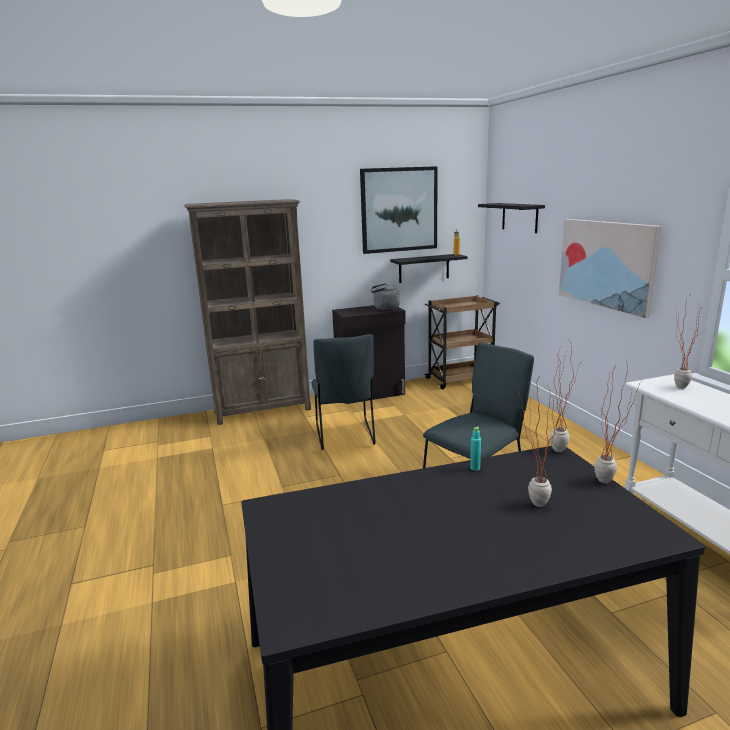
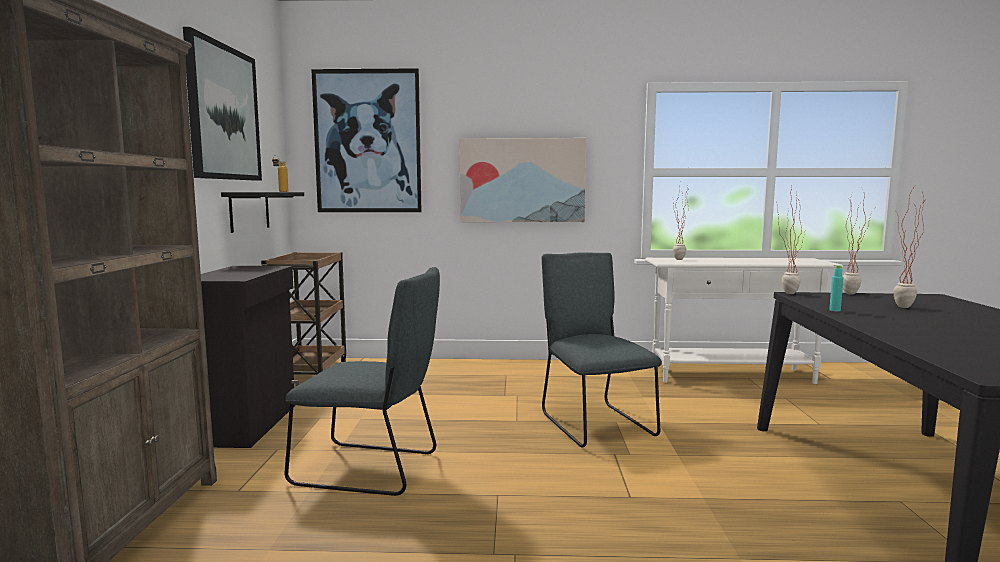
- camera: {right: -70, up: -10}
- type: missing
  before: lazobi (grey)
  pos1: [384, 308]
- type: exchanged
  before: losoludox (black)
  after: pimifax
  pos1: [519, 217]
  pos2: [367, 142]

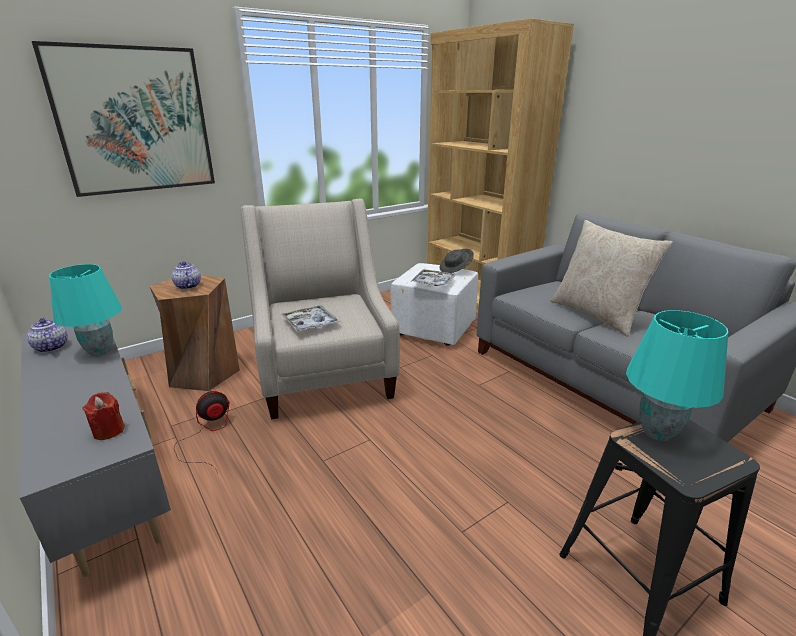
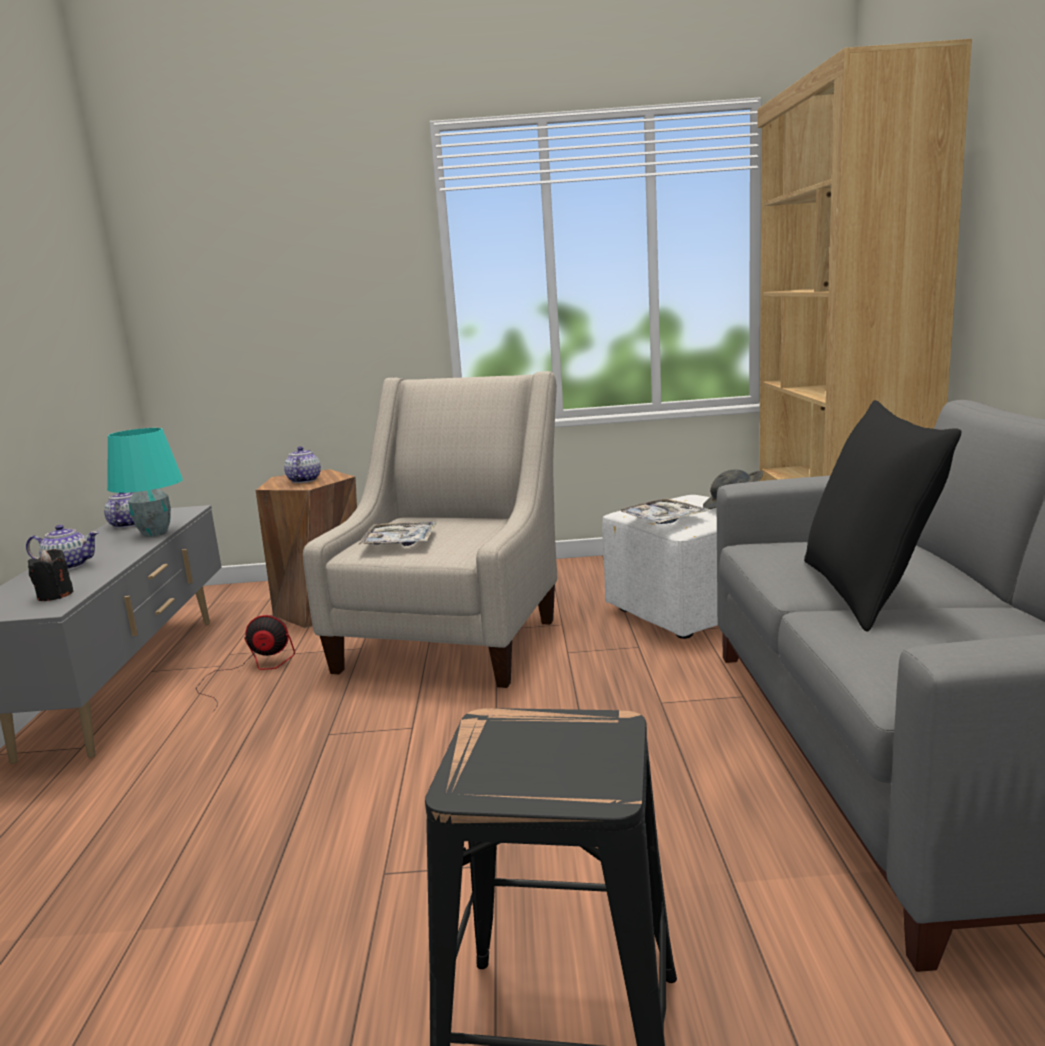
- camera: {right: 35, up: -10}
- type: missing
  before: pimifax
  pos1: [134, 121]
- type: missing
  before: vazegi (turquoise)
  pos1: [658, 433]
- type: appeared
  after: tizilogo
  pos2: [68, 566]
- type: colour
  before: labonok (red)
  after: labonok (black)
  pos1: [109, 431]
  pos2: [55, 595]
- type: colour
  before: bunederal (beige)
  after: bunederal (black)
  pos1: [597, 314]
  pos2: [867, 592]

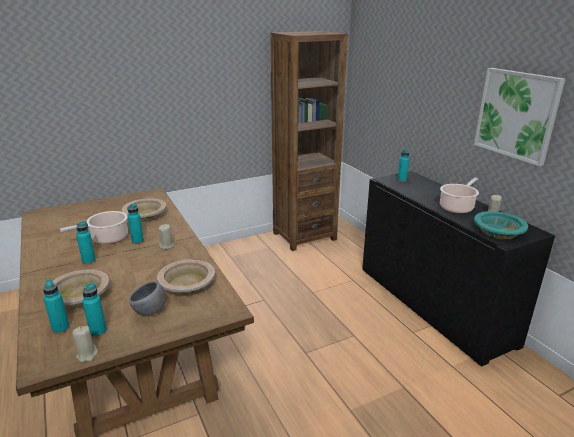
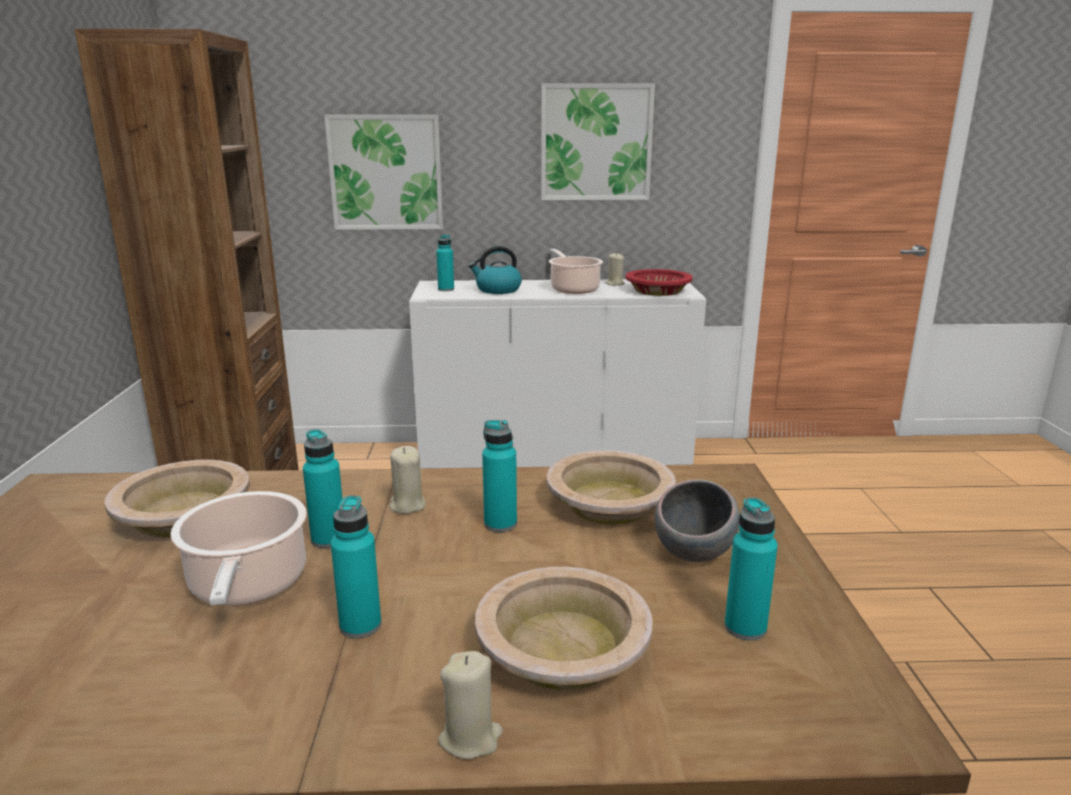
- camera: {right: -65, up: -5}
- type: appeared
  after: pimifax
  pos2: [386, 173]
- type: appeared
  after: lazobi
  pos2: [497, 290]
- type: relocated
  before: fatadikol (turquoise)
  pos1: [61, 328]
  pos2: [500, 524]
- type: relocated
  before: labonok (beige)
  pos1: [87, 355]
  pos2: [470, 738]
- type: colour
  before: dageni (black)
  after: dageni (white)
  pos1: [432, 305]
  pos2: [554, 459]
- type: colour
  before: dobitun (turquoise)
  after: dobitun (red)
  pos1: [498, 231]
  pos2: [658, 290]

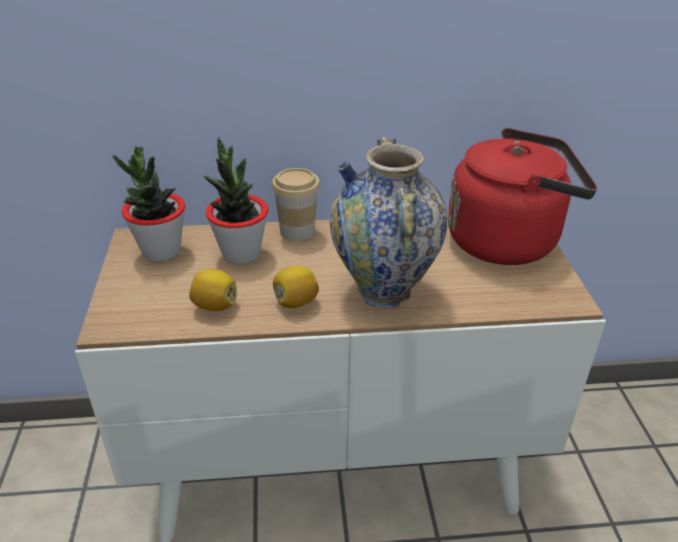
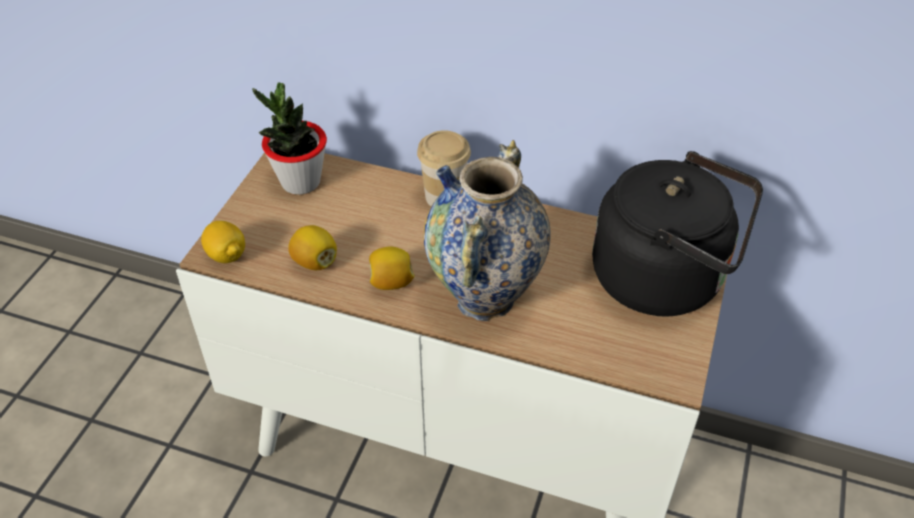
- camera: {right: 25, up: 10}
- type: missing
  before: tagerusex
  pos1: [241, 253]
- type: appeared
  after: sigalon
  pos2: [226, 255]
- type: colour
  before: lazobi (red)
  after: lazobi (black)
  pos1: [508, 241]
  pos2: [665, 279]

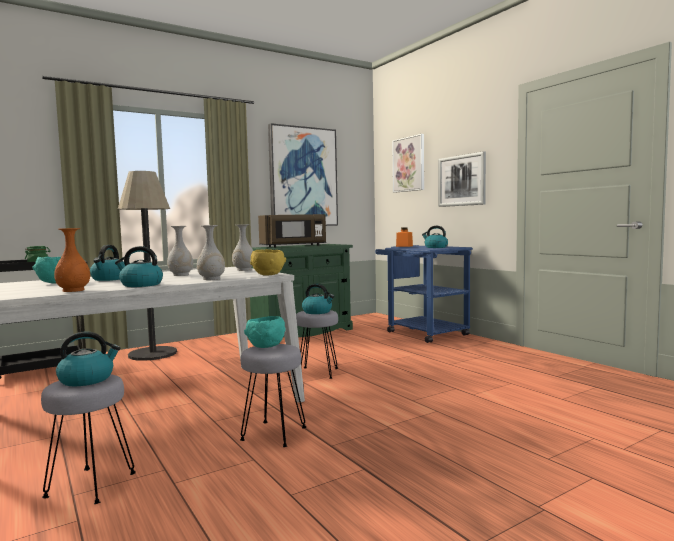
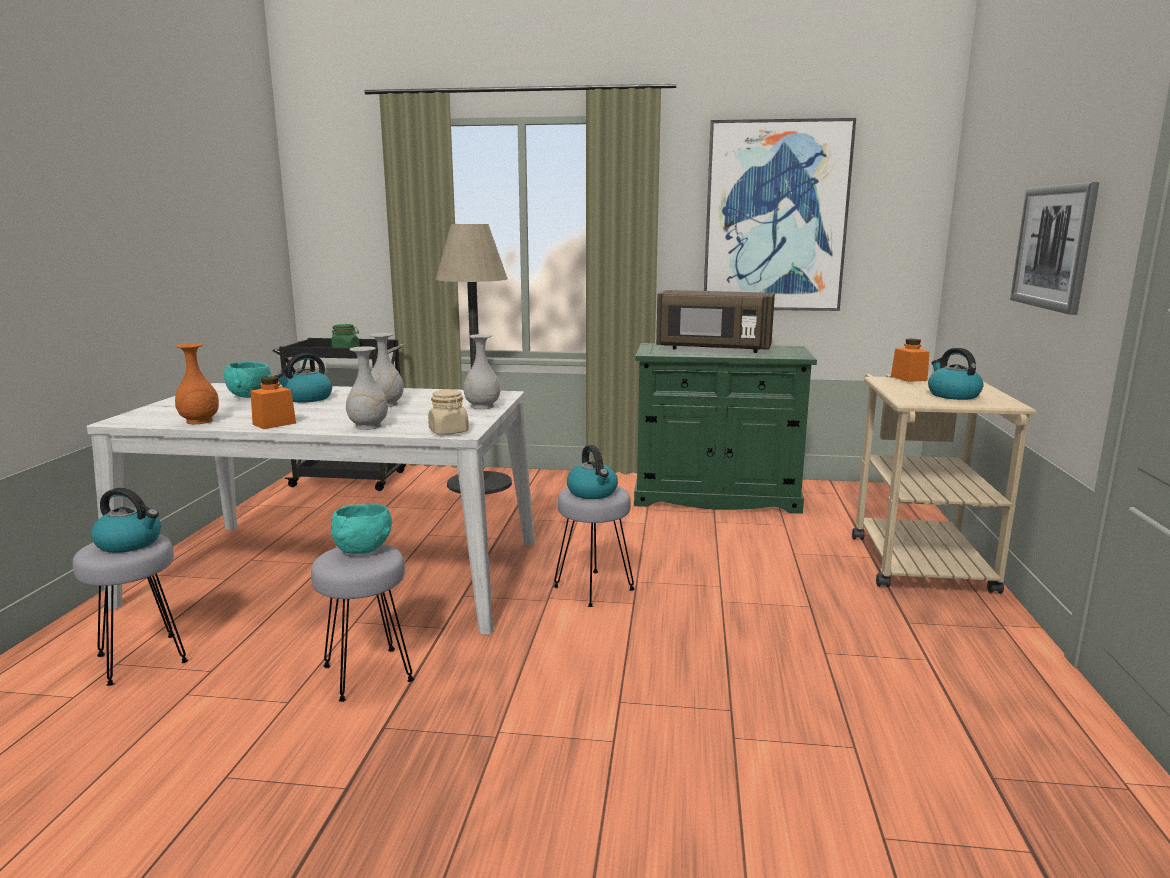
- camera: {right: 40, up: 10}
- type: missing
  before: pimifax
  pos1: [409, 164]
- type: exchanged
  before: lazobi
  after: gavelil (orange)
  pos1: [140, 285]
  pos2: [274, 424]
- type: exchanged
  before: dobitun (yellow)
  after: gavelil (beige)
  pos1: [267, 275]
  pos2: [449, 431]
- type: colour
  before: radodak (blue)
  after: radodak (beige)
  pos1: [422, 332]
  pos2: [916, 557]

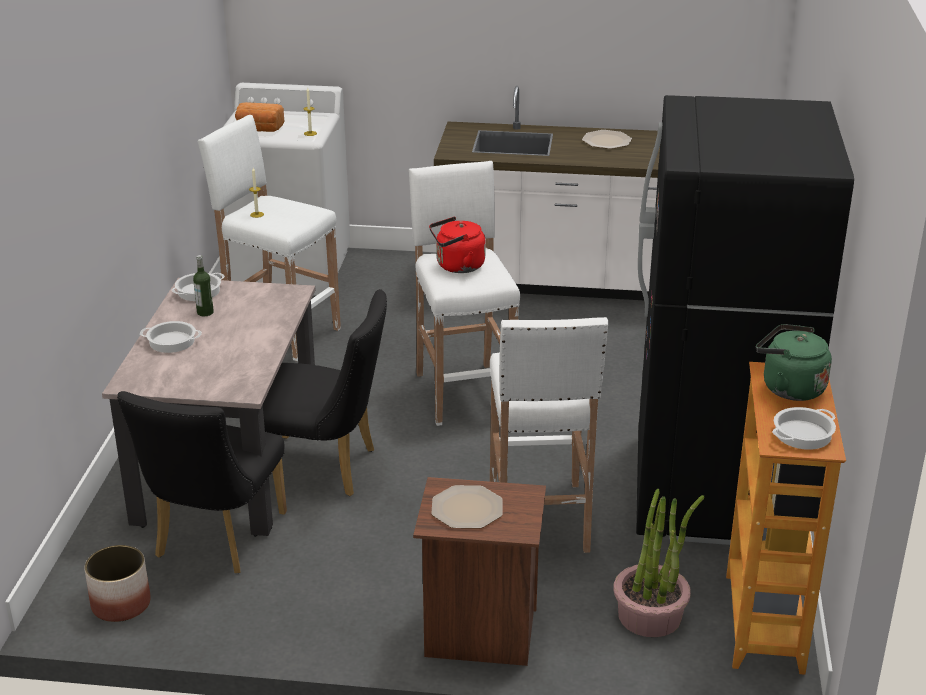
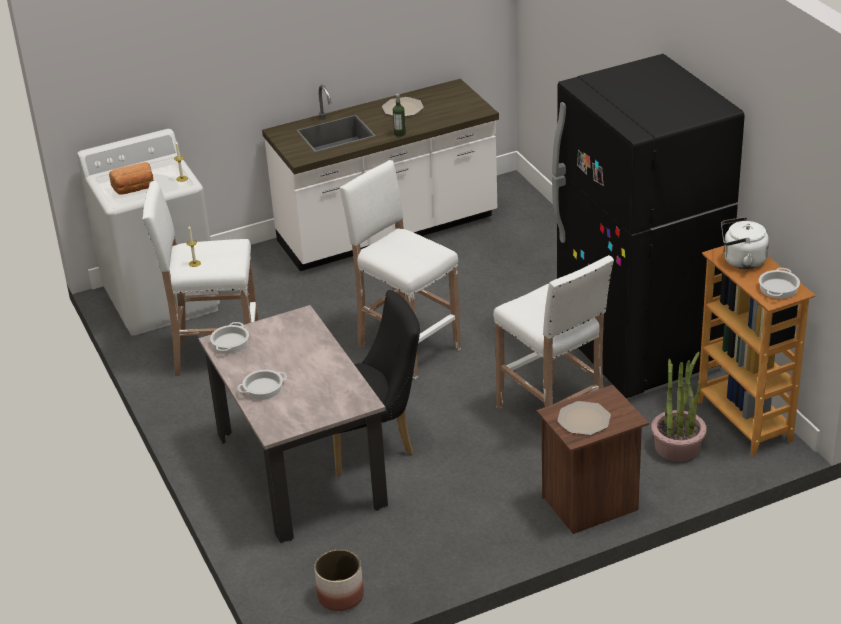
- camera: {right: -30, up: 5}
- type: missing
  before: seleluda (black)
  pos1: [215, 540]
- type: missing
  before: lazobi (red)
  pos1: [457, 266]
- type: relocated
  before: fatadikol
  pos1: [205, 312]
  pos2: [400, 134]
- type: colour
  before: lazobi (green)
  after: lazobi (white)
  pos1: [789, 388]
  pos2: [741, 261]

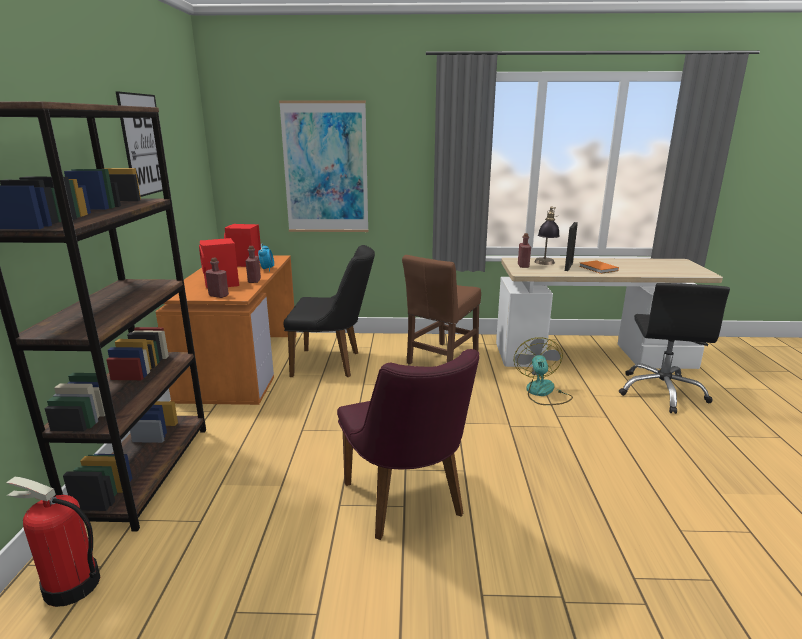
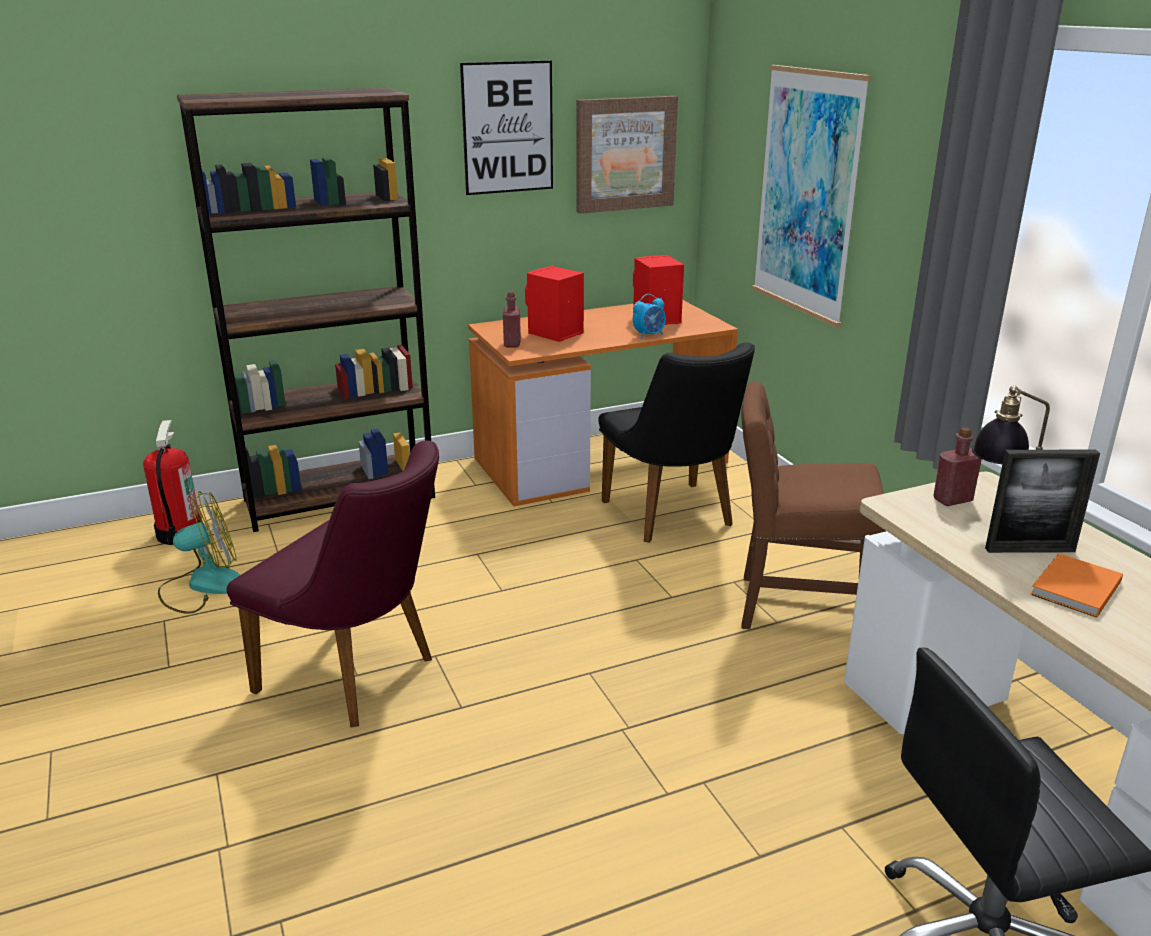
- camera: {right: 65, up: 5}
- type: missing
  before: fatadikol (red)
  pos1: [254, 280]
- type: appeared
  after: pimifax
  pos2: [625, 154]
- type: relocated
  before: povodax
  pos1: [542, 392]
  pos2: [203, 586]
- type: spun
  before: seleluda (purple)
  pos1: [408, 505]
  pos2: [359, 677]
  turn: -105

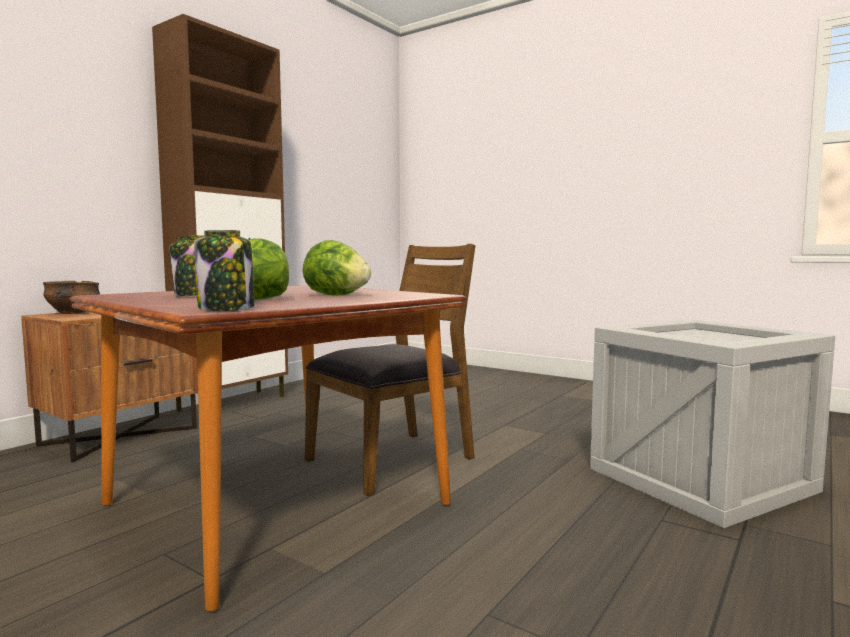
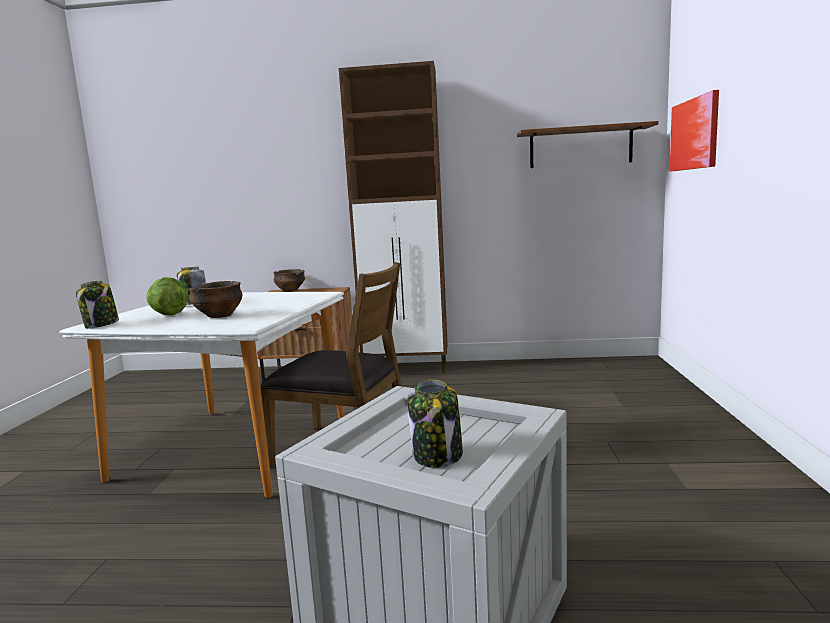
- camera: {right: 60, up: 5}
- type: appeared
  after: gavelil
  pos2: [437, 456]
- type: appeared
  after: losoludox (brown)
  pos2: [580, 147]
- type: appeared
  after: pimifax
  pos2: [694, 134]
- type: exchanged
  before: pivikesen
  after: dobitun
  pos1: [336, 295]
  pos2: [219, 316]
- type: colour
  before: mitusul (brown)
  after: mitusul (white)
  pos1: [274, 505]
  pos2: [234, 448]

